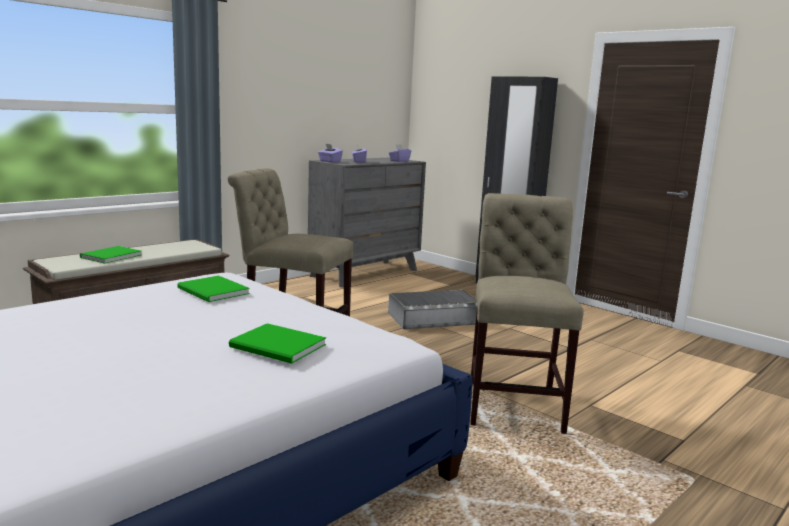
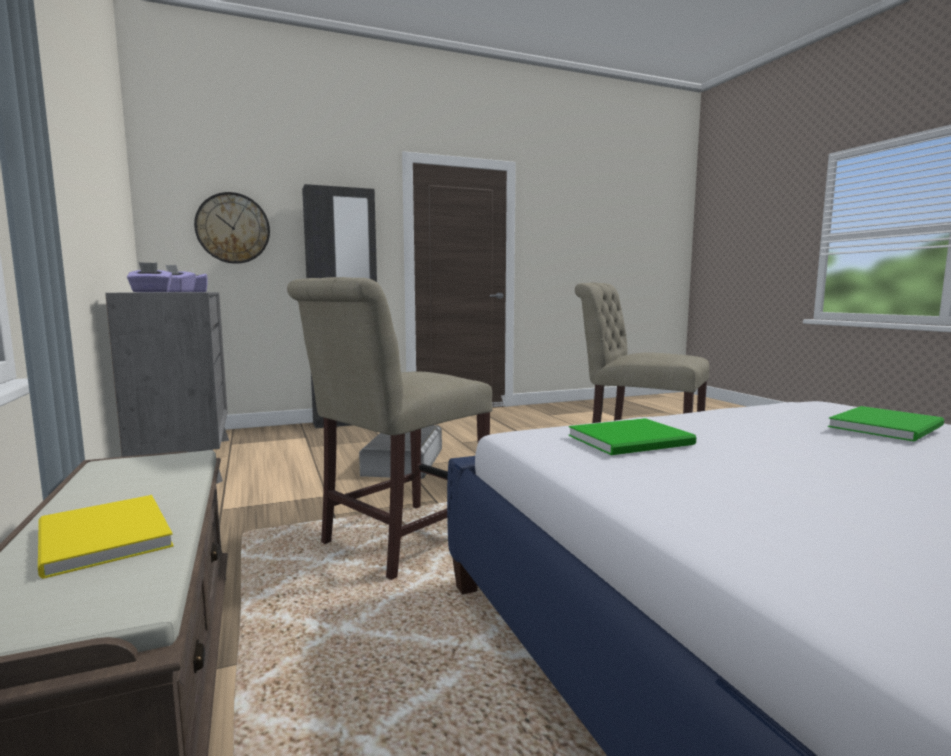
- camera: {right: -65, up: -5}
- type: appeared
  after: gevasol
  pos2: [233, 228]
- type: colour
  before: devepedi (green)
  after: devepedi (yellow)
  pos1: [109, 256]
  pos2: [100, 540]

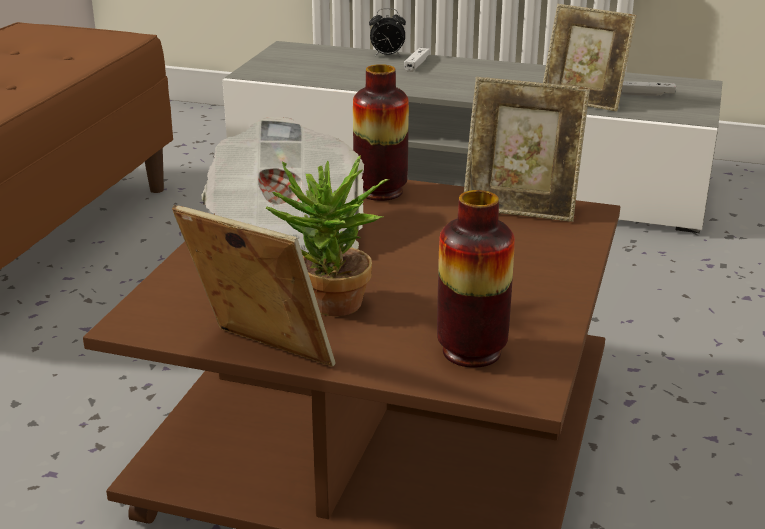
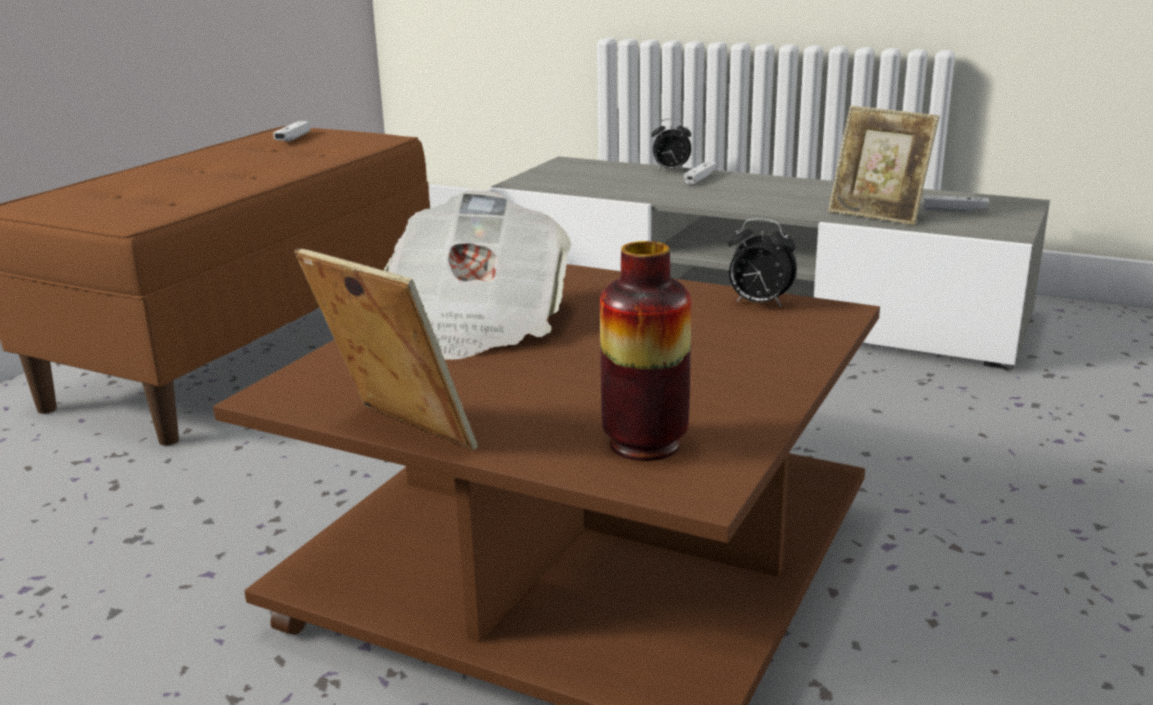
- camera: {right: 10, up: -5}
- type: missing
  before: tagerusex
  pos1: [329, 308]
- type: missing
  before: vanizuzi
  pos1: [380, 191]
- type: appeared
  after: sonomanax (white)
  pos2: [293, 138]
- type: exchanged
  before: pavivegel
  after: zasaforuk
  pos1: [520, 207]
  pos2: [758, 304]

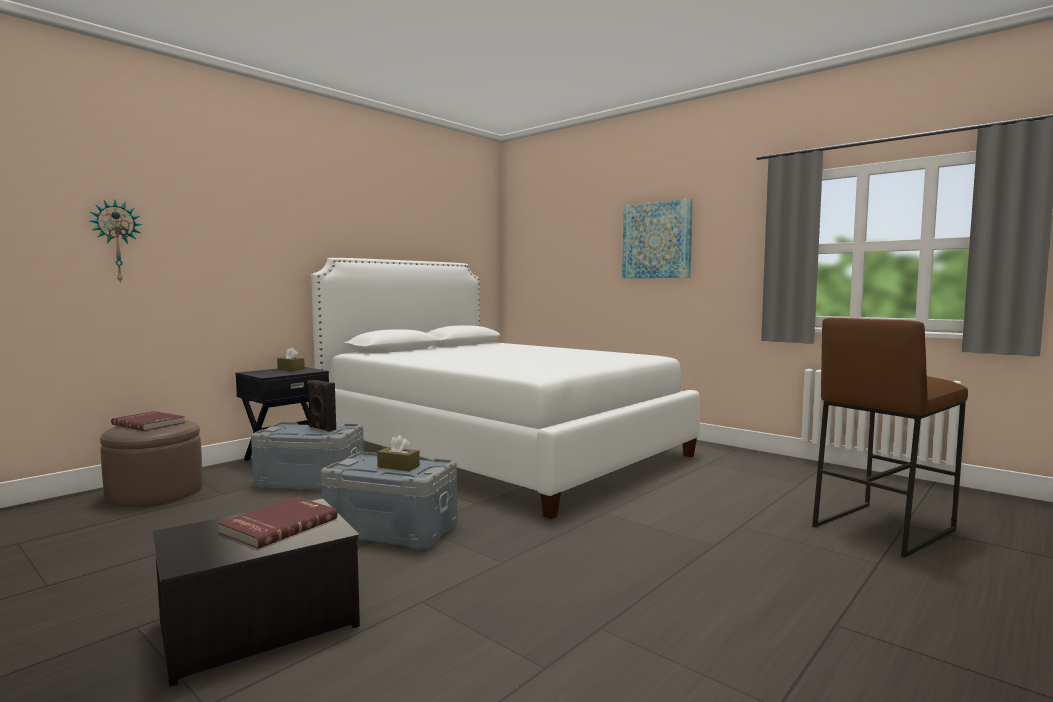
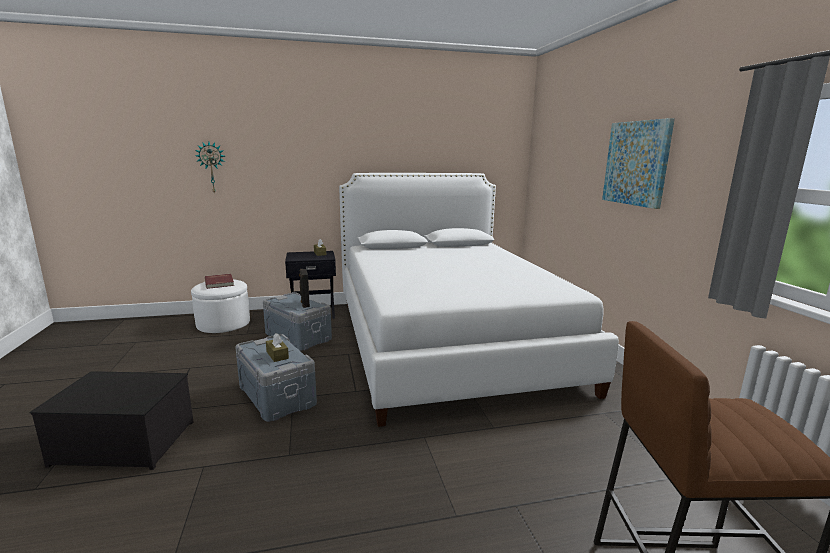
- camera: {right: 35, up: 10}
- type: missing
  before: devepedi (red)
  pos1: [278, 525]
- type: colour
  before: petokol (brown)
  after: petokol (white)
  pos1: [155, 493]
  pos2: [223, 323]

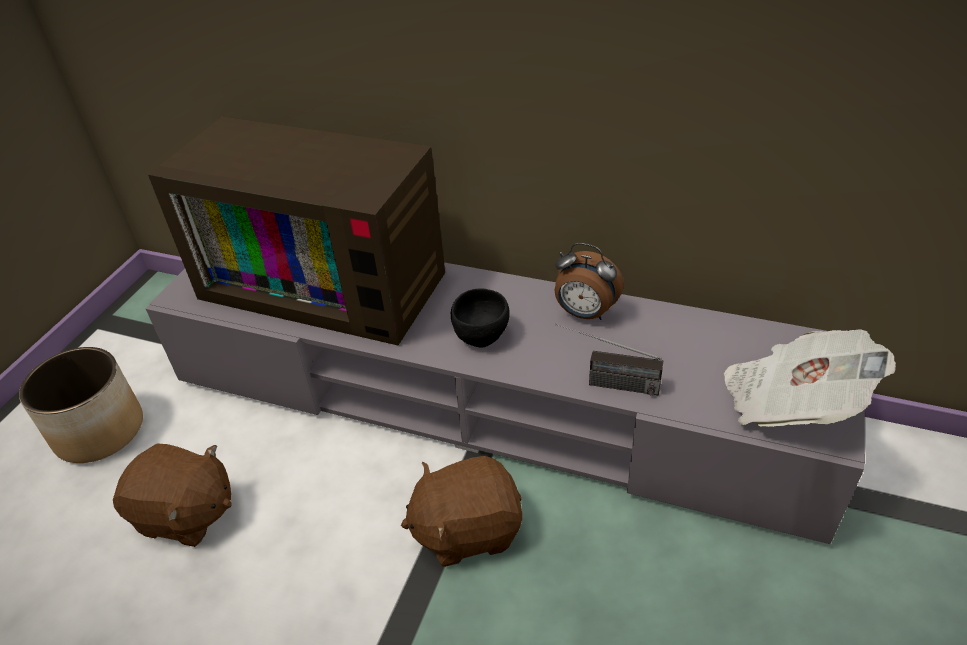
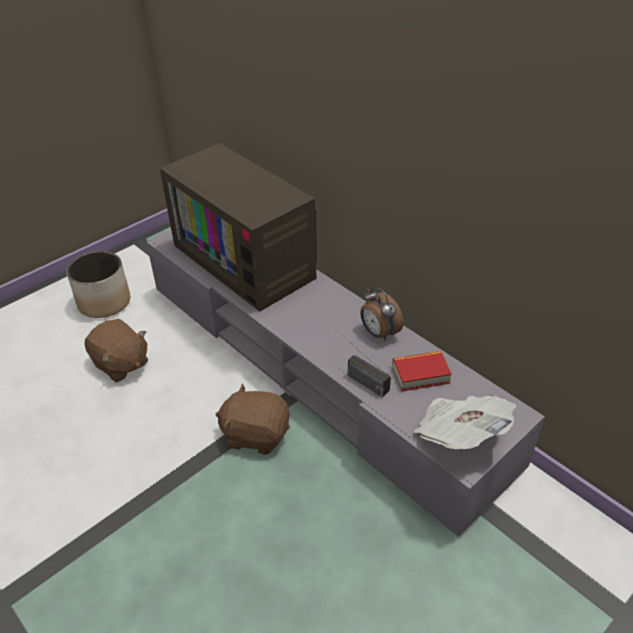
- camera: {right: 25, up: 0}
- type: missing
  before: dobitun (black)
  pos1: [479, 335]
- type: appeared
  after: devepedi
  pos2: [420, 374]

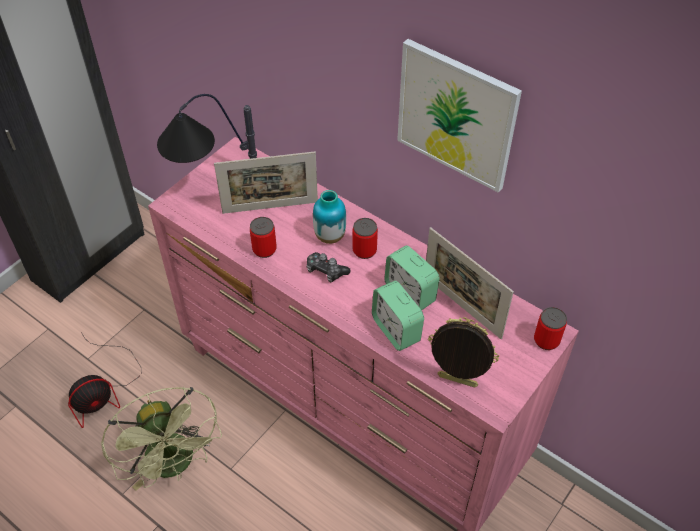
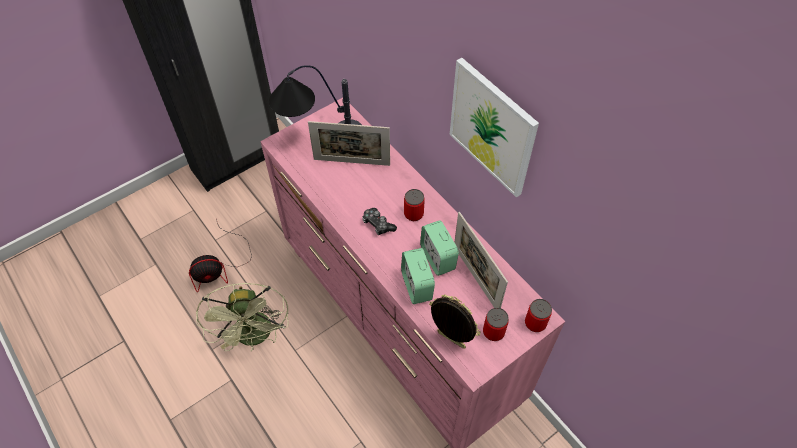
- camera: {right: 15, up: 5}
- type: missing
  before: vanizuzi
  pos1: [330, 236]
- type: relocated
  before: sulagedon
  pos1: [264, 249]
  pos2: [493, 332]

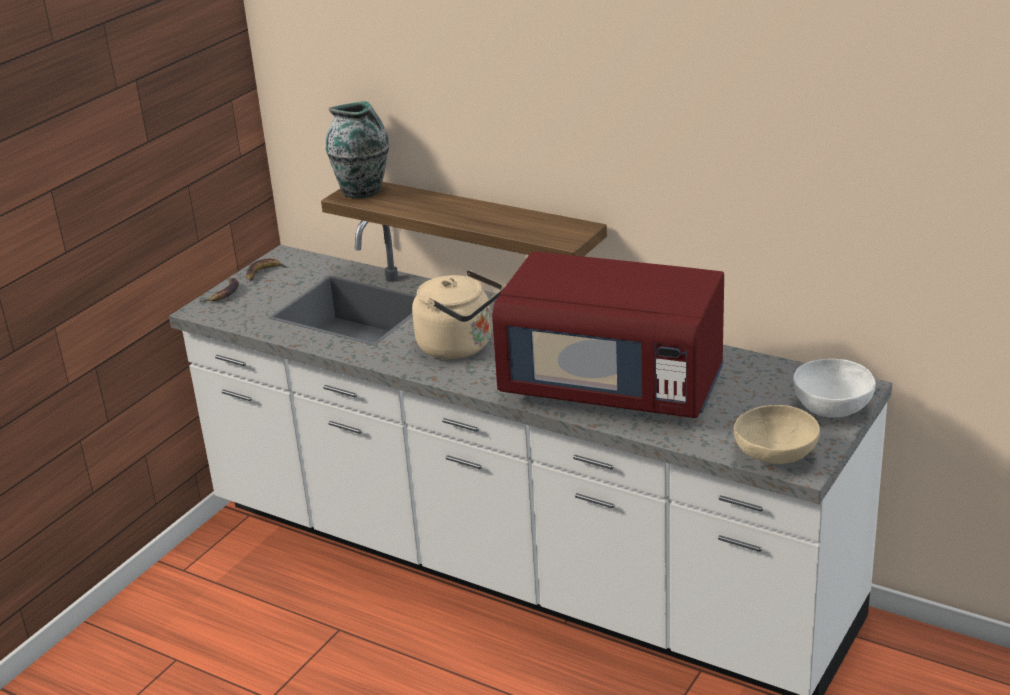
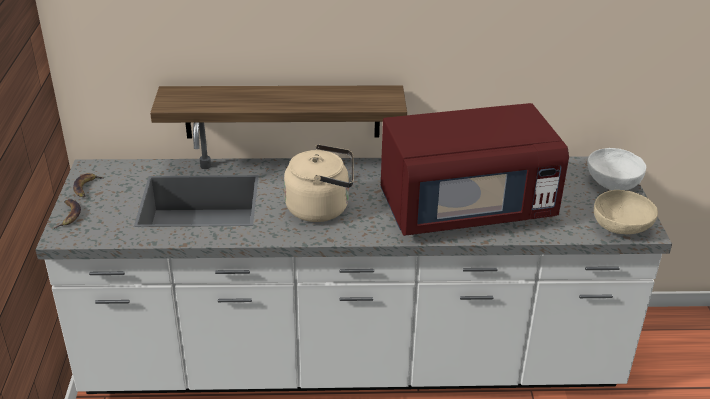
- camera: {right: -35, up: 5}
- type: missing
  before: vanizuzi
  pos1: [363, 191]

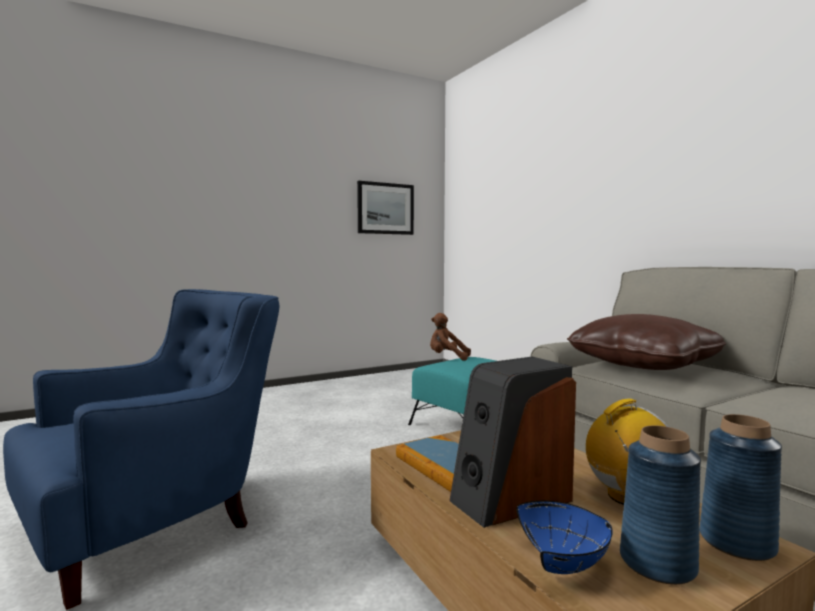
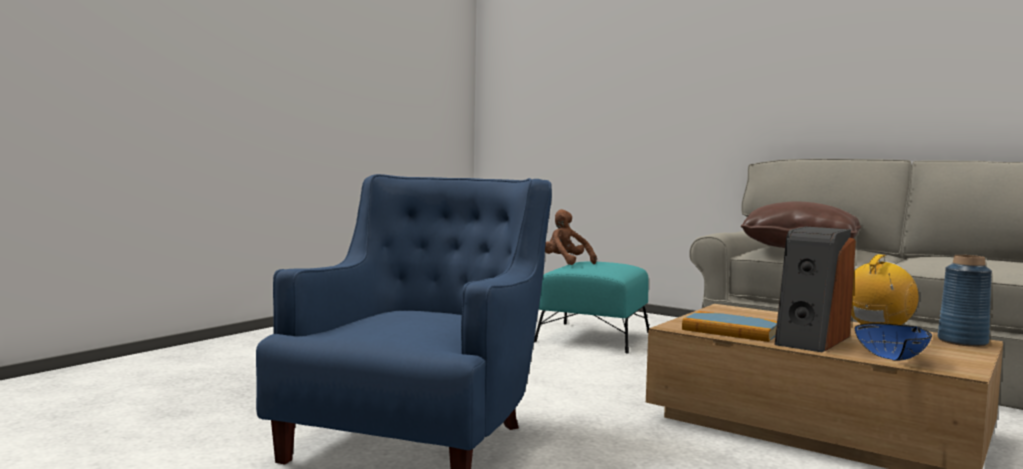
- camera: {right: -25, up: 0}
- type: missing
  before: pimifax
  pos1: [385, 208]
- type: missing
  before: vanizuzi (blue)
  pos1: [657, 563]
- type: spun
  before: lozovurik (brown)
  pos1: [447, 358]
  pos2: [566, 262]
  turn: 60

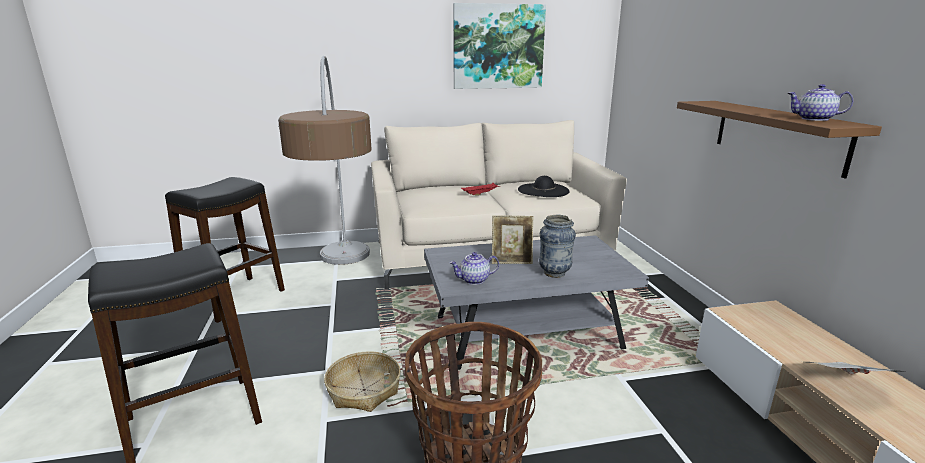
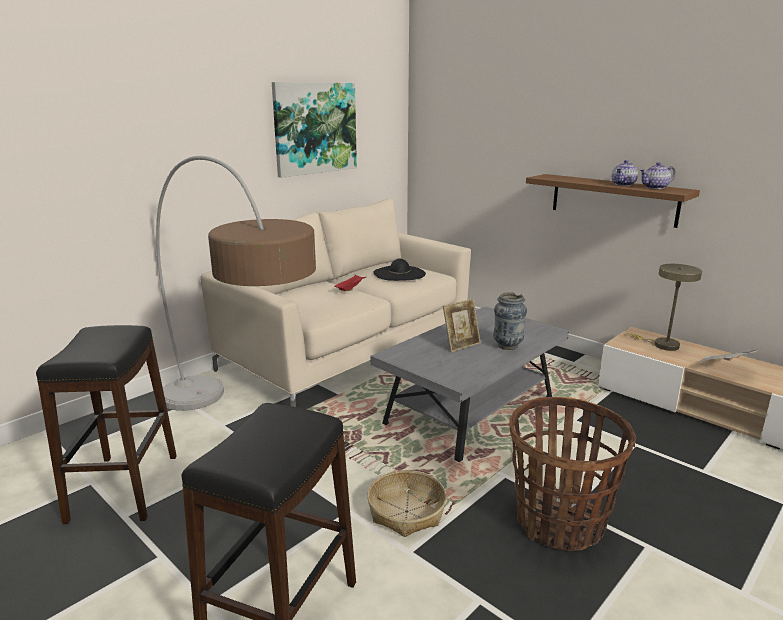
- camera: {right: -35, up: 0}
- type: appeared
  after: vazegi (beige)
  pos2: [661, 345]
- type: relocated
  before: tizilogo
  pos1: [474, 280]
  pos2: [623, 184]

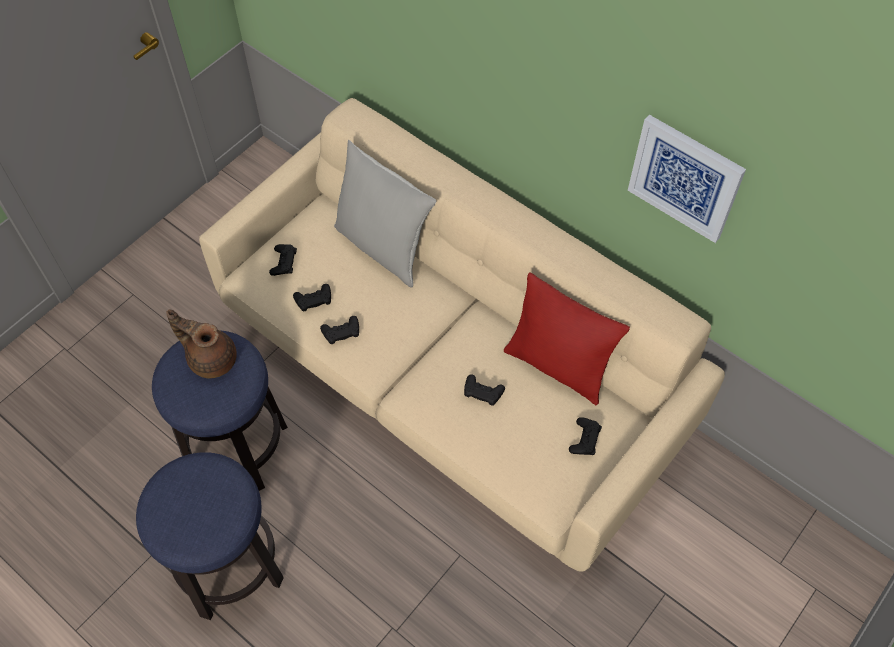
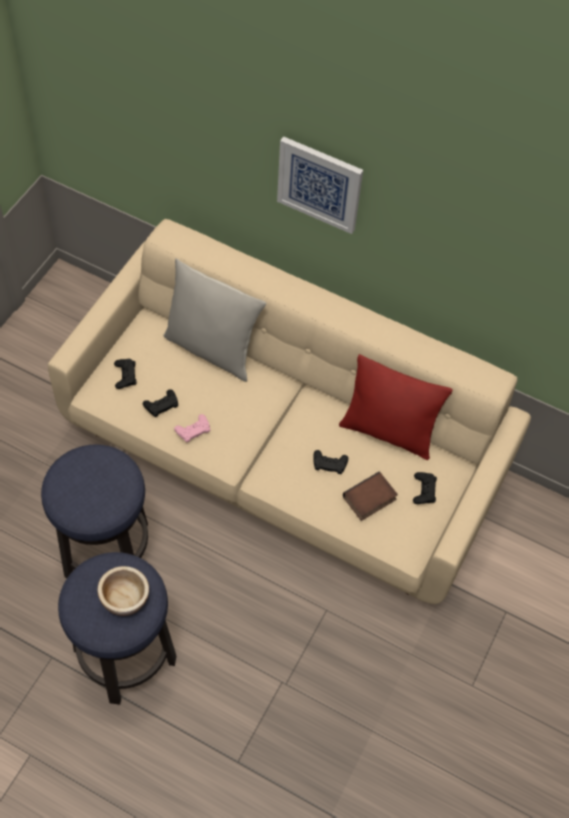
- camera: {right: -15, up: 0}
- type: missing
  before: tizilogo (brown)
  pos1: [211, 358]
- type: appeared
  after: dobitun
  pos2: [125, 598]
- type: appeared
  after: devepedi
  pos2: [369, 499]
- type: relocated
  before: pimifax
  pos1: [685, 178]
  pos2: [320, 184]
- type: colour
  before: sonomanax (black)
  after: sonomanax (pink)
  pos1: [341, 331]
  pos2: [193, 430]

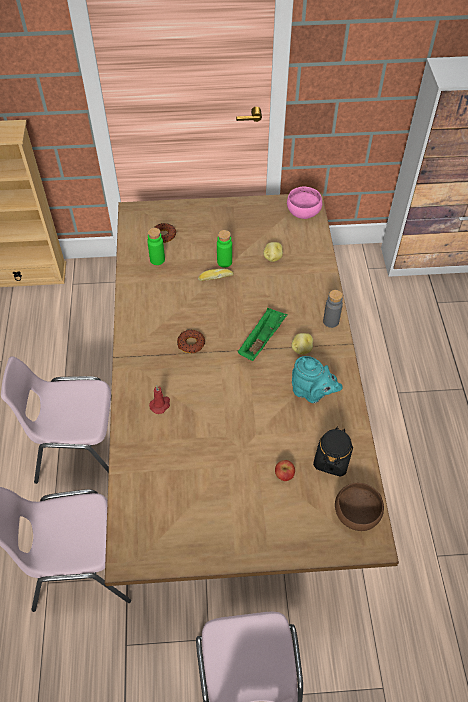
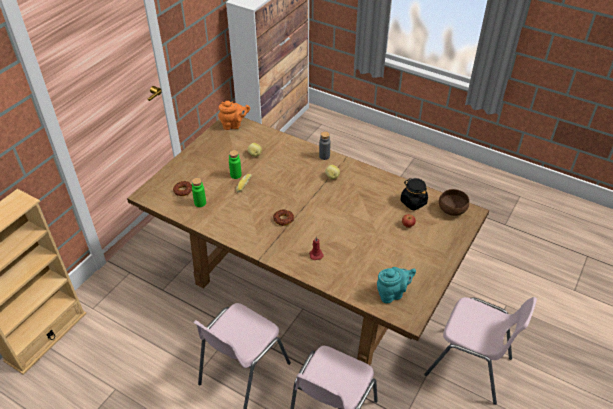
- camera: {right: -55, up: -10}
- type: missing
  before: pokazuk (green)
  pos1: [262, 340]
- type: relocated
  before: tizilogo (turquoise)
  pos1: [312, 392]
  pos2: [392, 293]
- type: exchanged
  before: dobitun (pink)
  after: tizilogo (orange)
  pos1: [303, 212]
  pos2: [234, 125]

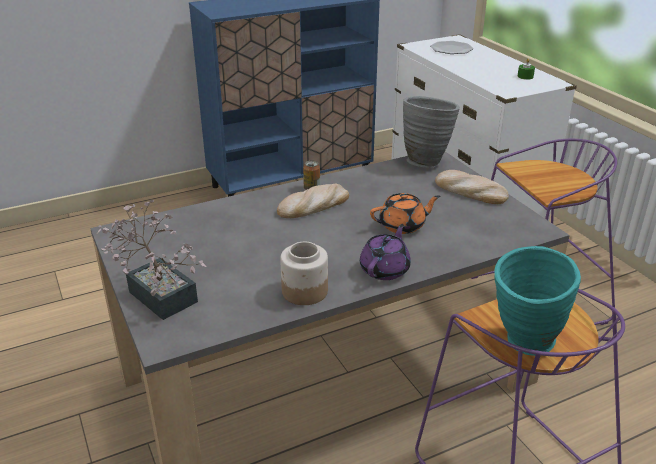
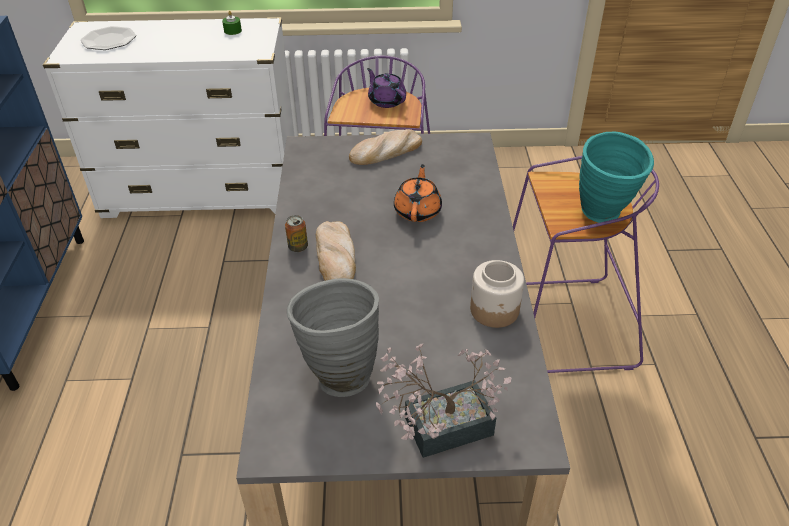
- camera: {right: -65, up: 10}
- type: relocated
  before: tizilogo (purple)
  pos1: [385, 269]
  pos2: [386, 101]
- type: relocated
  before: vanizuzi (grey)
  pos1: [426, 161]
  pos2: [338, 373]

